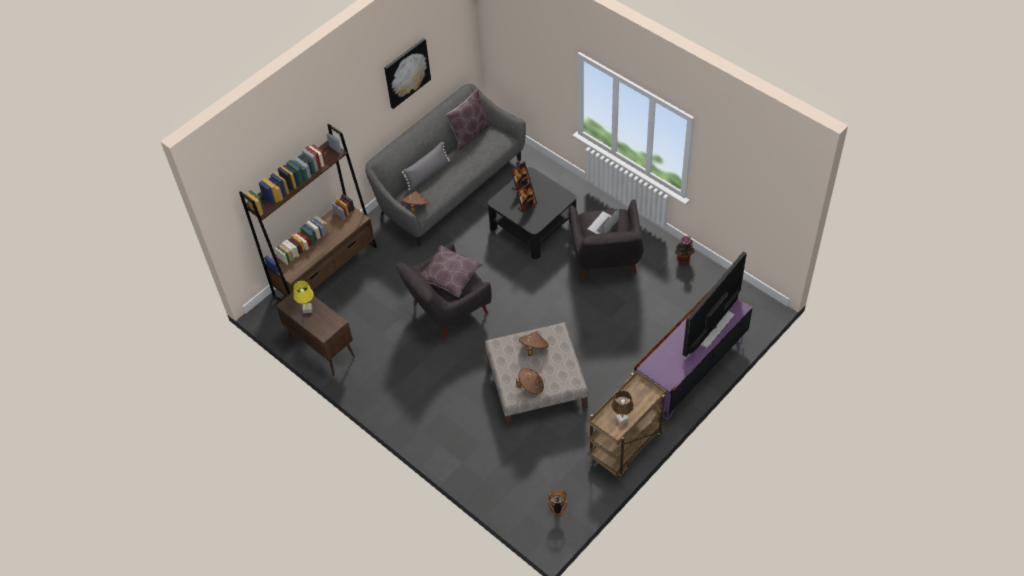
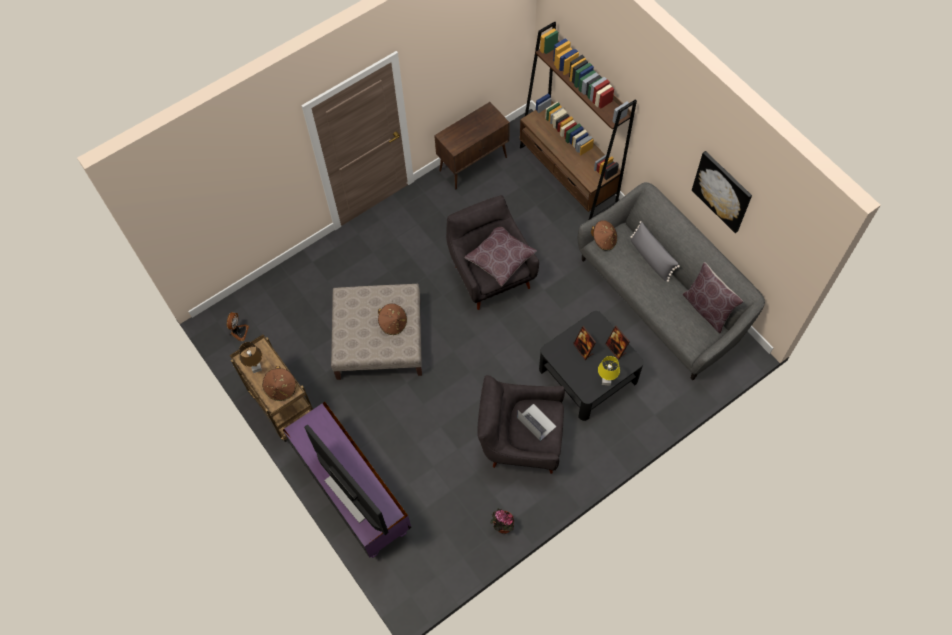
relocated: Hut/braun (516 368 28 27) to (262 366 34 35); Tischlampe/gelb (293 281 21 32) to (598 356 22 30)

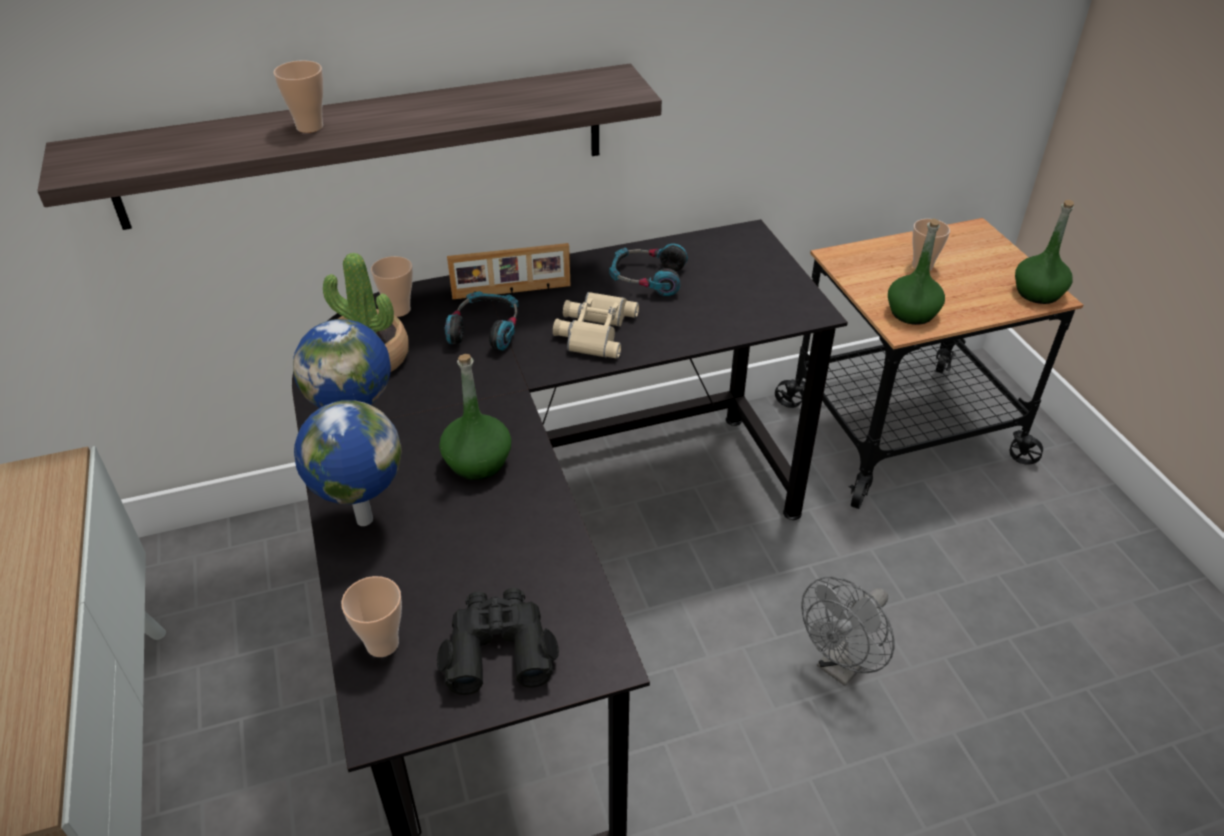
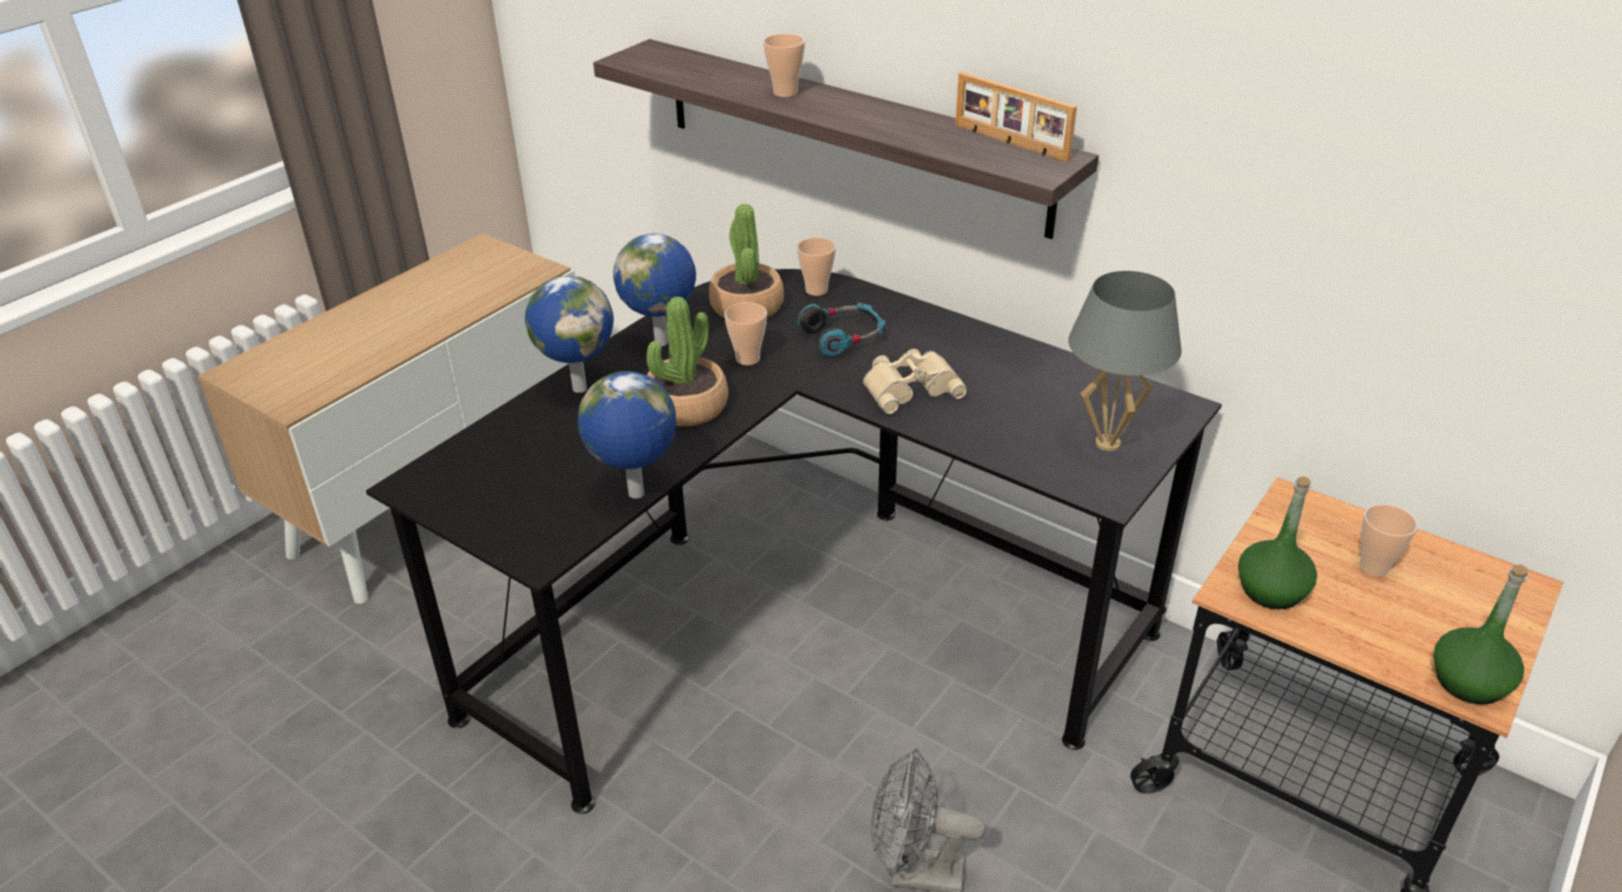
missing: Fernglas/schwarz (437 588 122 107); Kopfhörer (609 243 79 53)
appeared: Globus (578 371 98 128); Tischlampe/grau (1068 271 114 180)
relocated: Tasse (341 576 61 81) to (724 302 43 63); Bilderrahmen (447 243 123 56) to (955 72 122 90)
exchanged: Flasche/grün (439 354 72 126) to Topfpflanze (647 296 81 130)

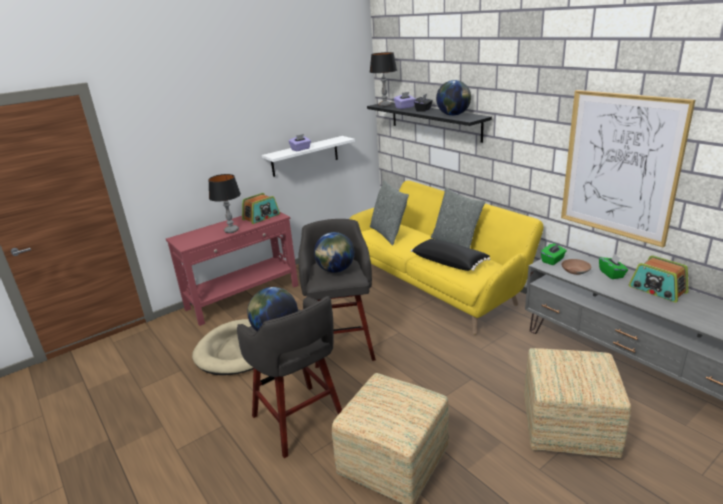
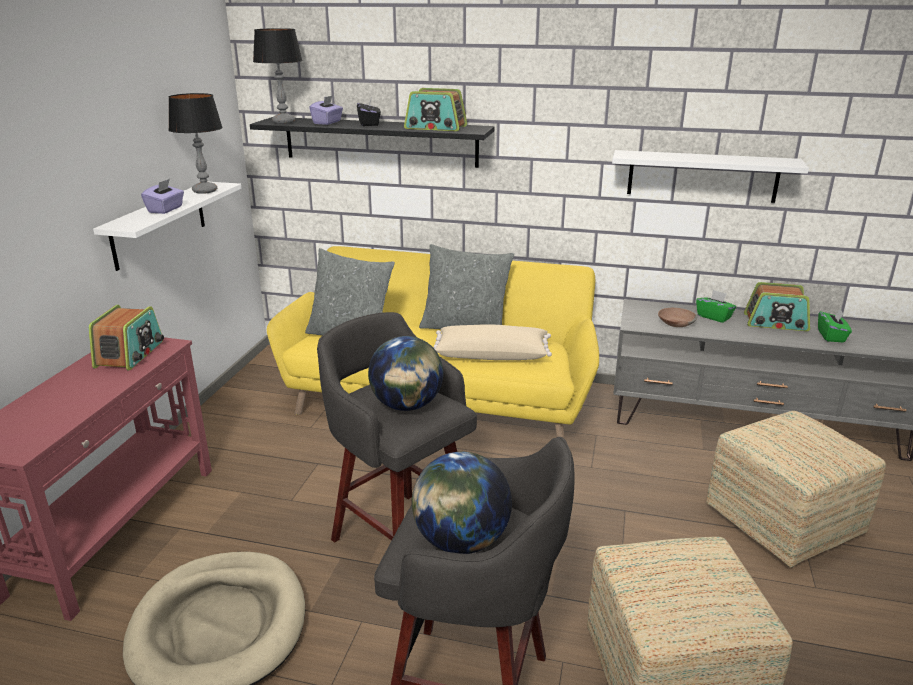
relocated: Tischlampe (208 174 33 59) to (168 93 55 101); Taschentuchbox/grün (541 243 26 22) to (818 309 34 33)
exchanged: Globus (436 80 35 36) to Radio (404 88 63 43); Bild (561 90 134 157) to Wandregal/weiß (612 150 197 53)
colour: Kissen/schwarz (411 239 79 32) to Kissen/beige (434 324 118 36)

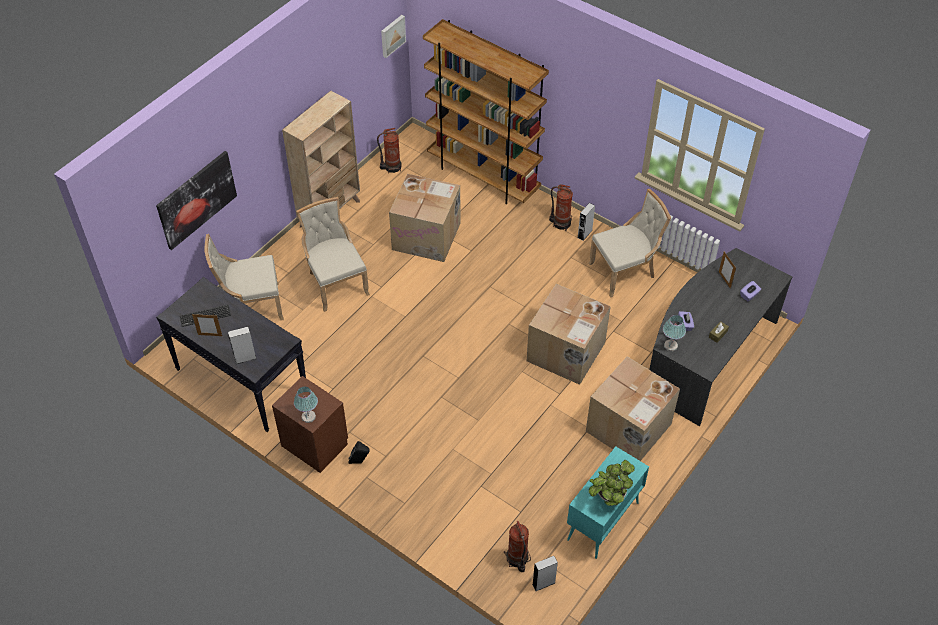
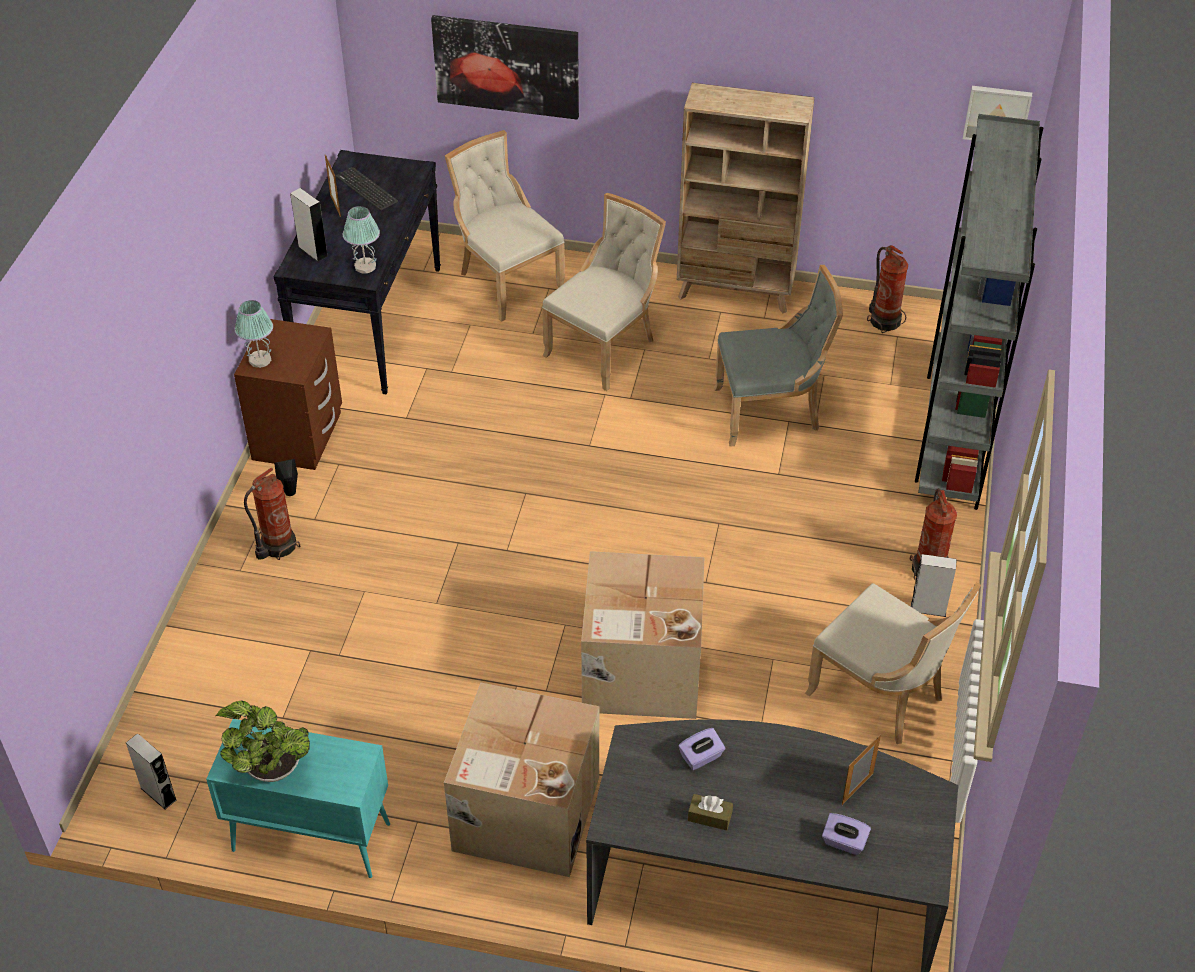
relocated: Feuerlöscher (504 521 27 51) to (244 468 56 92); Tischlampe (663 315 23 36) to (343 206 37 67)
exchanged: Karton (389 174 72 88) to Stuhl/grau (714 265 129 182)
colour: Bücherregal/braun (423 19 126 185) to Bücherregal/grau (915 114 128 396)

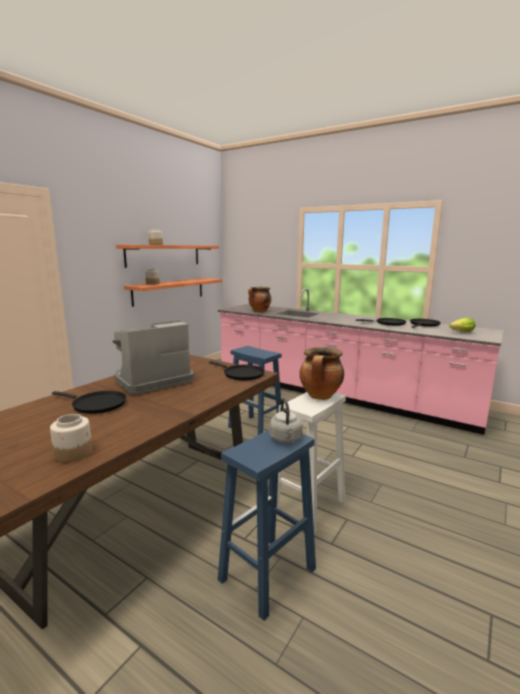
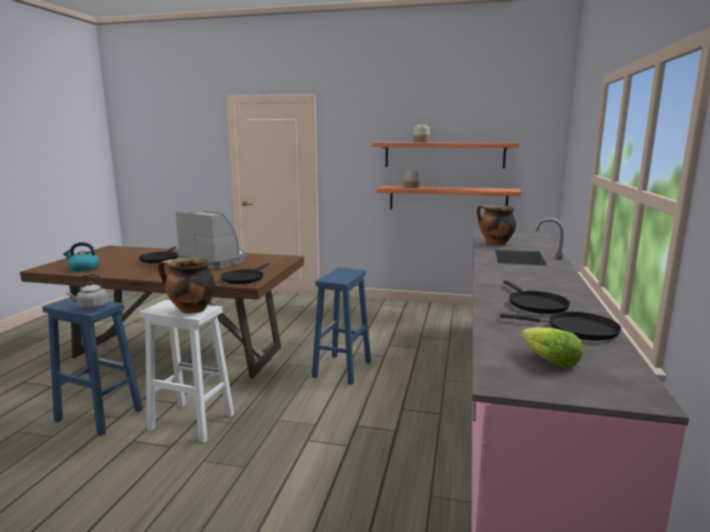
exchanged: Vorratsglas (50 414 42 48) to Wasserkessel (63 242 37 29)

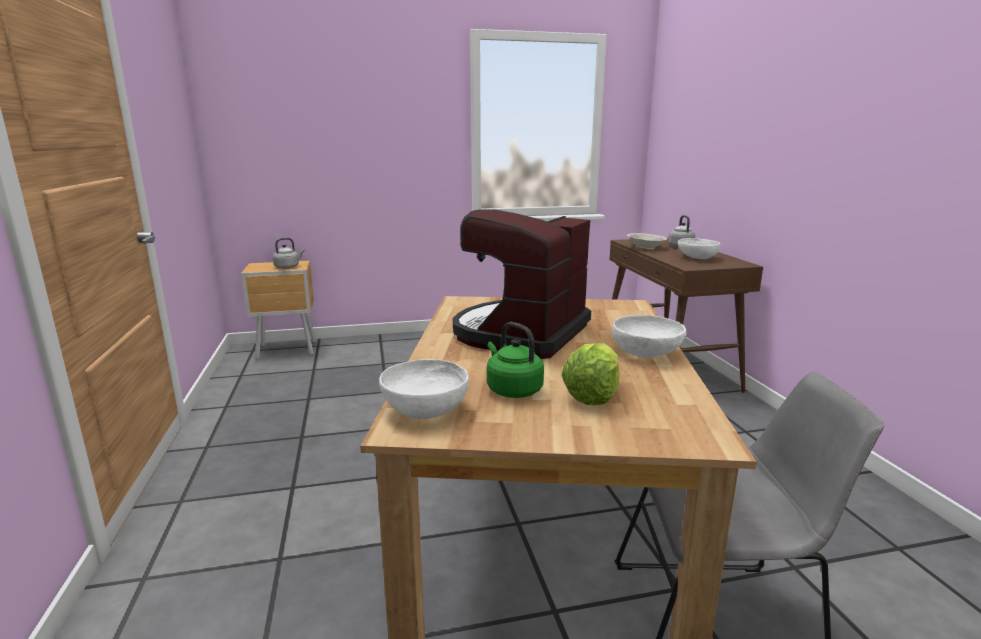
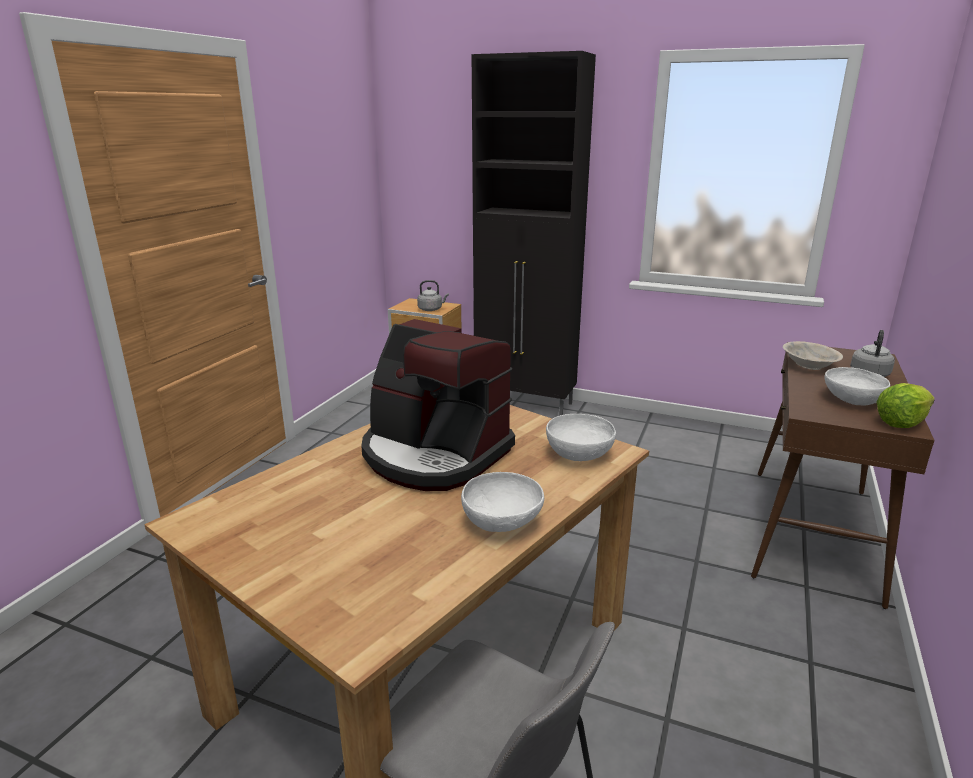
missing: Wasserkessel/grün (487 322 57 76)
appeared: Schrank/schwarz (472 51 124 365)
relocated: Schüssel/weiß (379 359 90 60) to (546 414 70 47); Salatkopf (561 343 58 62) to (877 383 58 45)
spun: Kaffeemaschine (453 209 138 150) = (361 319 154 172) 120 degrees counterclockwise

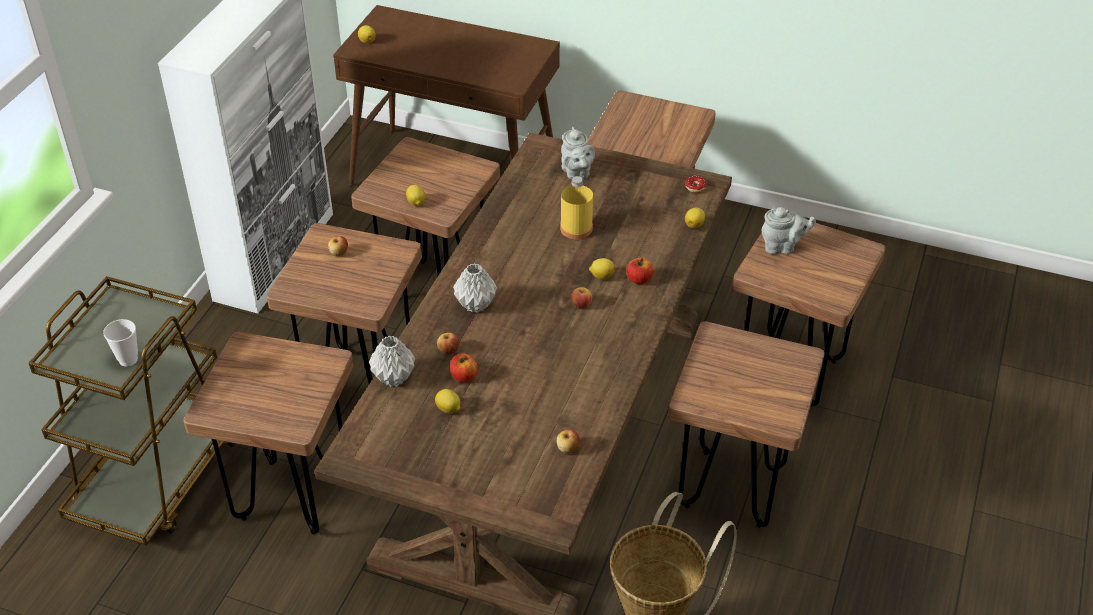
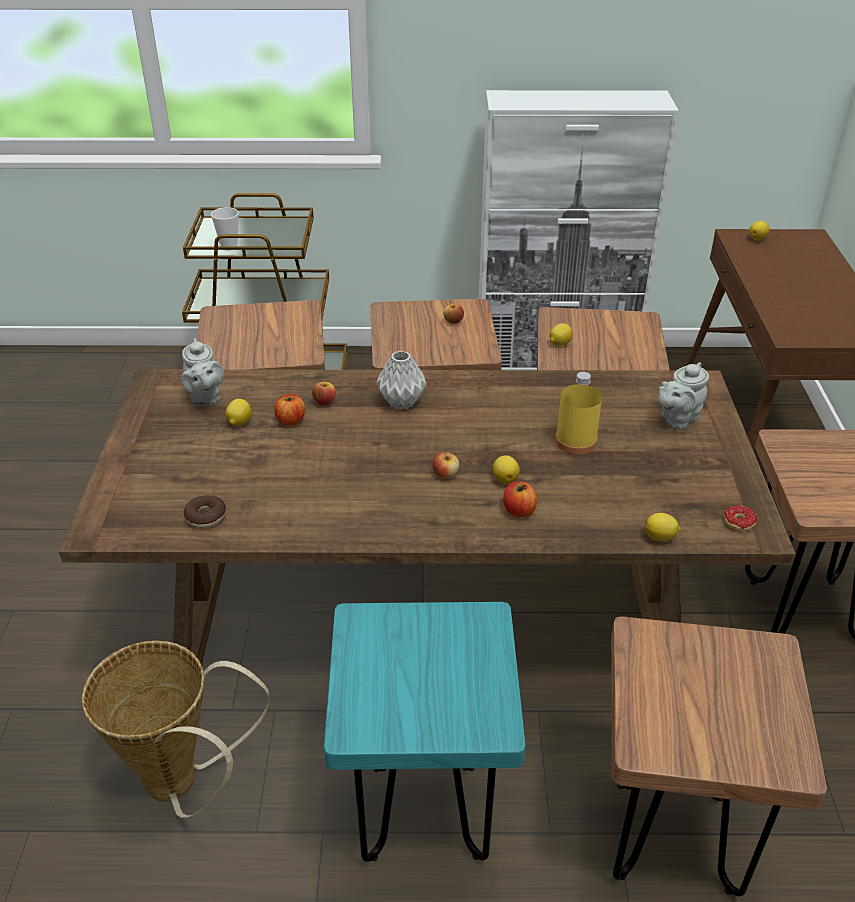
missing: Vase/grau (369 336 46 51)
relocated: Teekanne/grau (762 207 54 47) to (181 338 43 67)
exchanged: Apfel (556 429 24 24) to Donut (184 495 42 33)
colour: Hocker/braun (668 322 157 206) to Hocker/türkis (323 602 203 260)

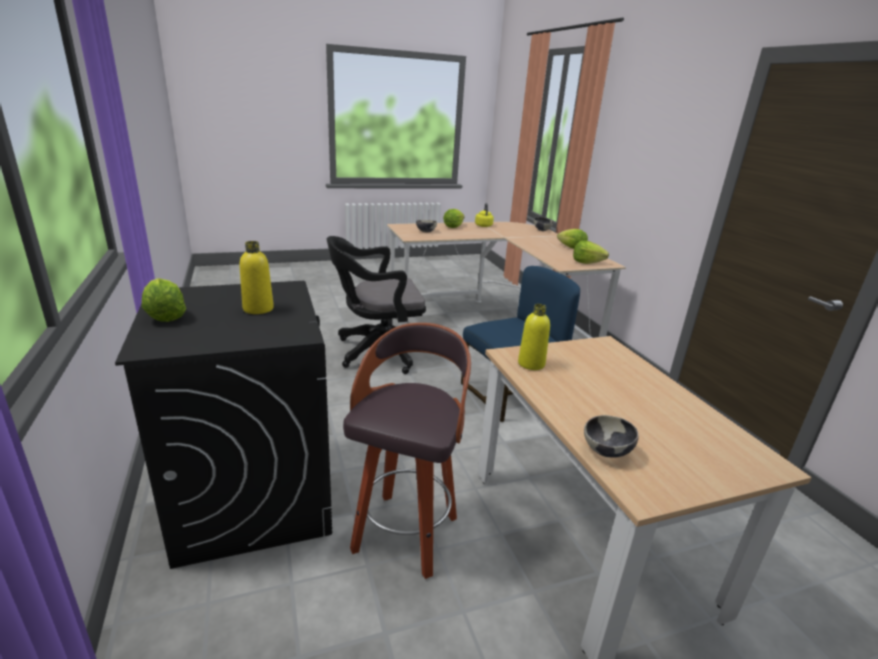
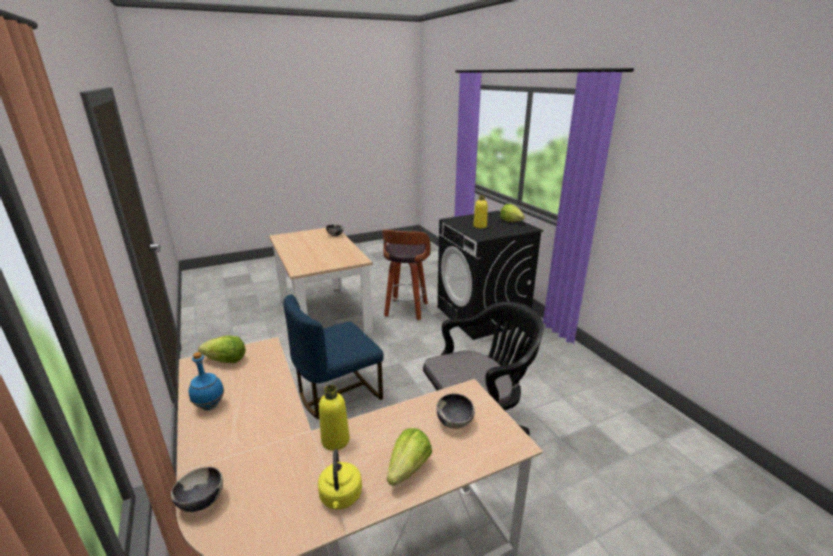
relocated: Flasche/gelb (518 304 32 66) to (319 385 31 66)
exchanged: Salatkopf (557 229 31 20) to Flasche/blau (188 352 36 58)

